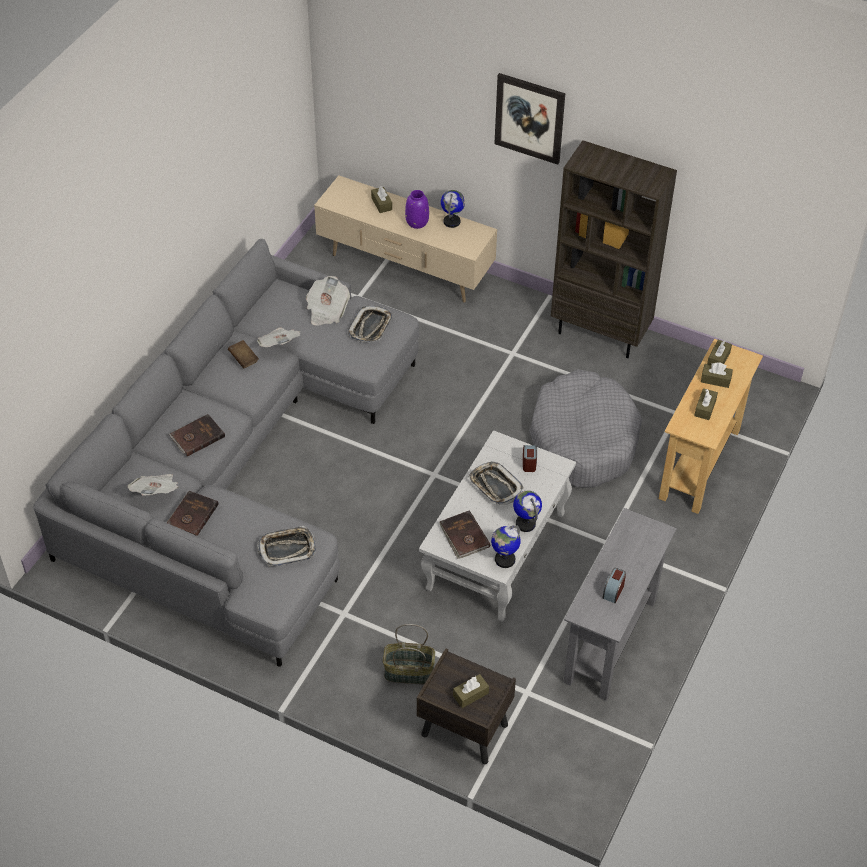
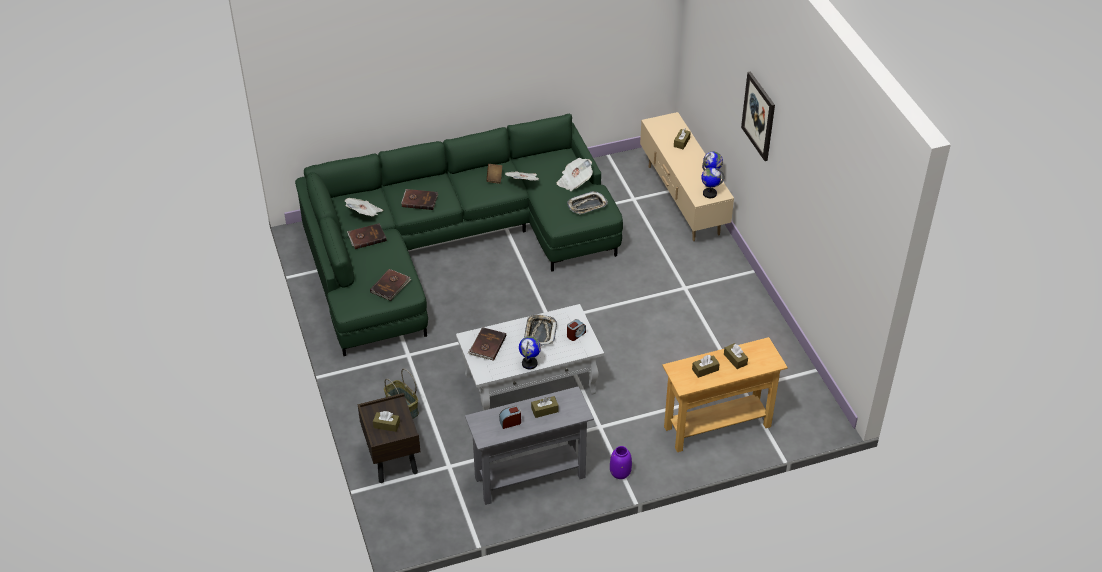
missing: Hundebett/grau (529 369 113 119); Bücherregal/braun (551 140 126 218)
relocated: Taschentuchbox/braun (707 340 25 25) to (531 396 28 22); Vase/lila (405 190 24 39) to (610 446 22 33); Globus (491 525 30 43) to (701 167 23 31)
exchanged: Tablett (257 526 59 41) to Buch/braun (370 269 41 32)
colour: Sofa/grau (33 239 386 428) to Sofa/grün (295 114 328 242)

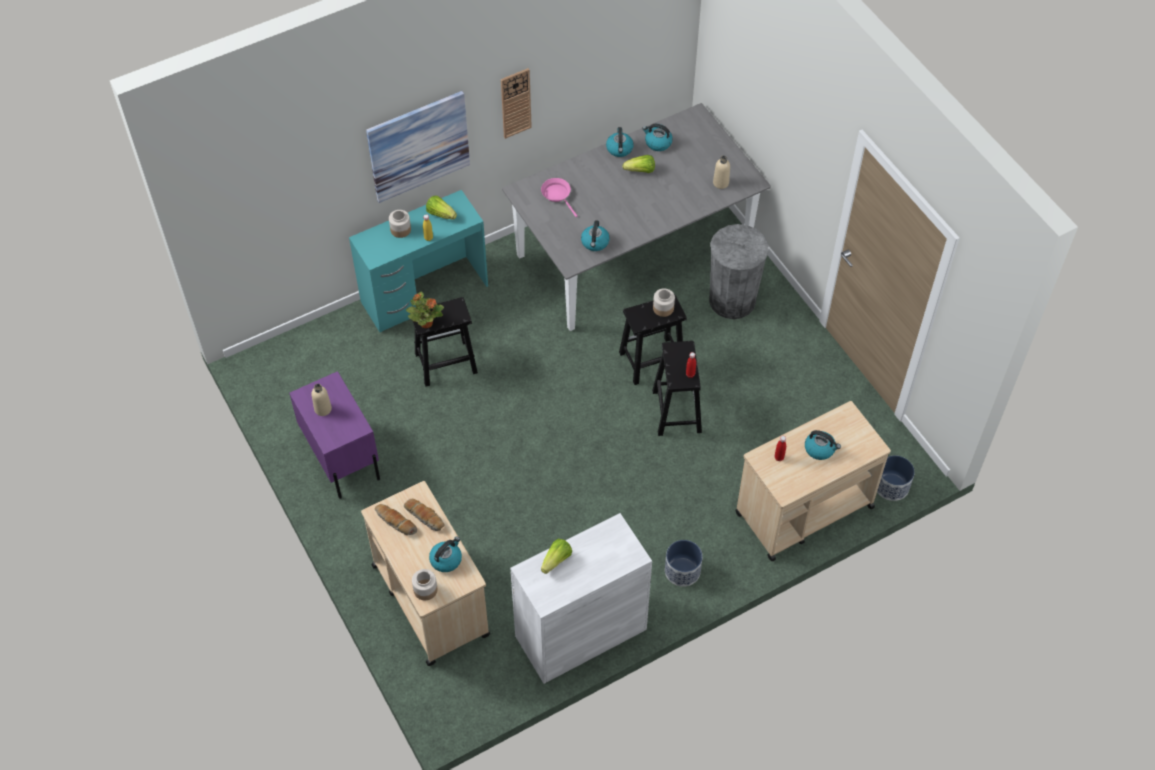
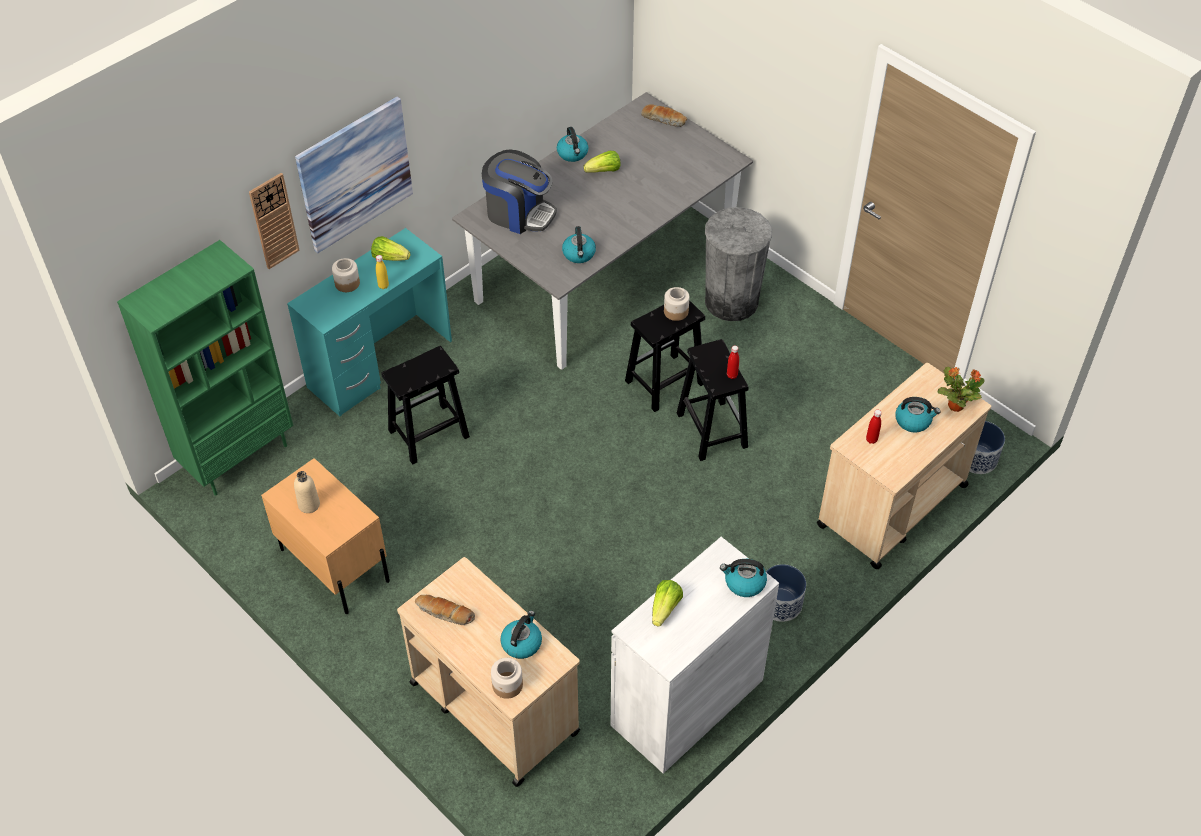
missing: Flasche/beige (713 155 17 34)
appeared: Bücherregal/grün (117 240 176 255)
relocated: Wanduhr (501 68 31 71) to (249 173 51 96); Brot (404 499 41 32) to (641 104 46 23); Wasserkessel (642 124 31 27) to (720 559 47 38); Topfpflanze (406 292 38 36) to (937 367 48 45)
exchanged: Pfanne/rosa (541 178 36 39) to Kaffeemaschine (482 149 75 85)
colour: Nachttisch/lila (289 371 91 128) to Nachttisch/beige (261 458 129 156)

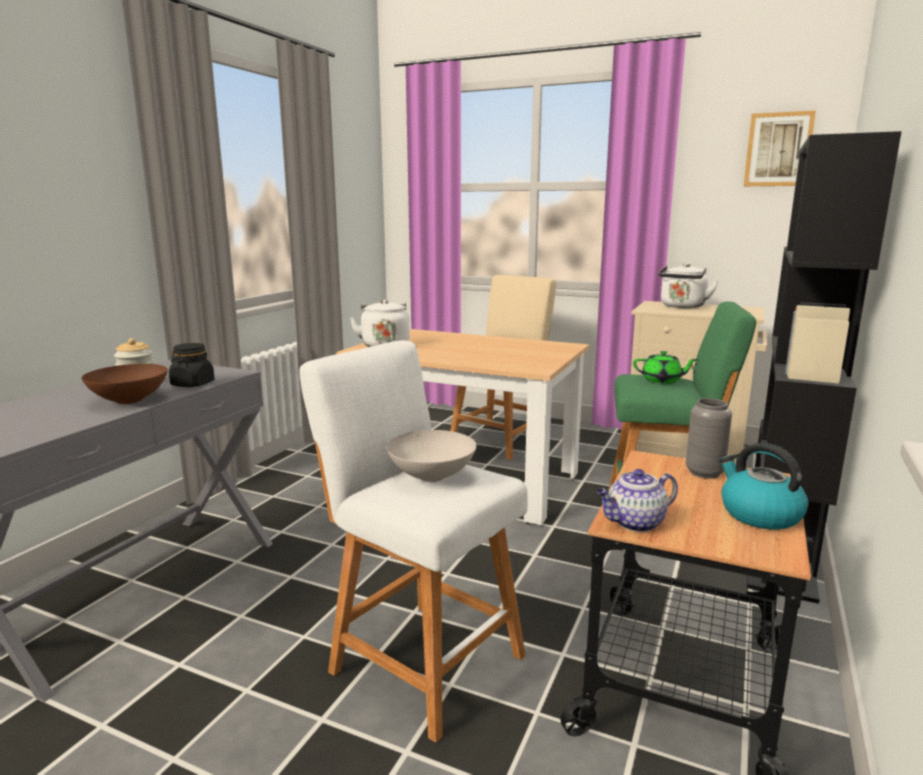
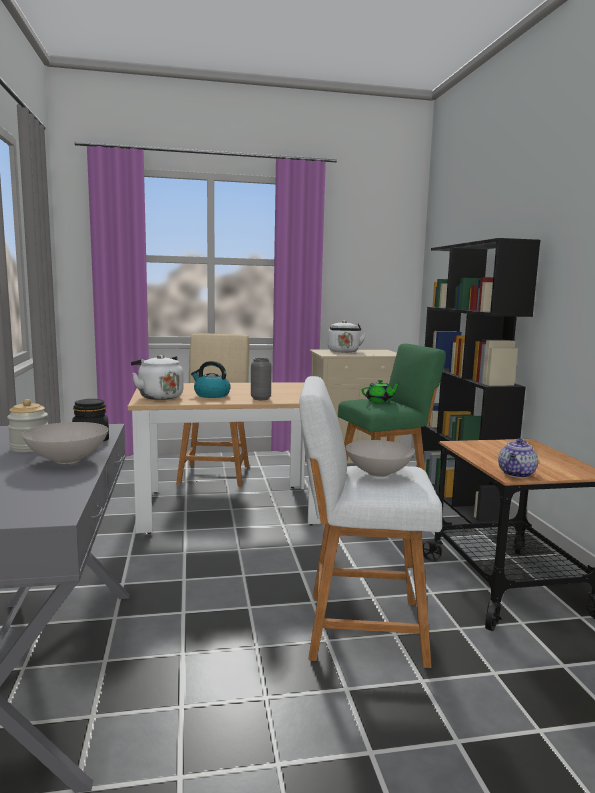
missing: Bild (744 110 72 76)
relocated: Wasserkessel (719 443 89 87) to (191 361 40 37); Vase/grau (686 398 46 81) to (251 358 21 42)
colour: Schüssel/braun (82 364 86 40) to Schüssel/weiß (22 422 86 42)

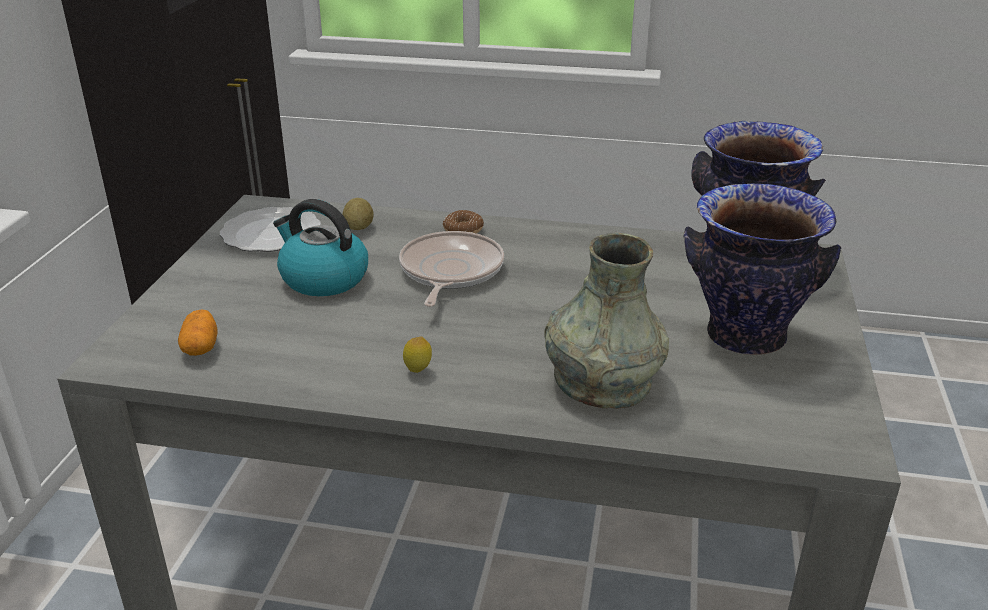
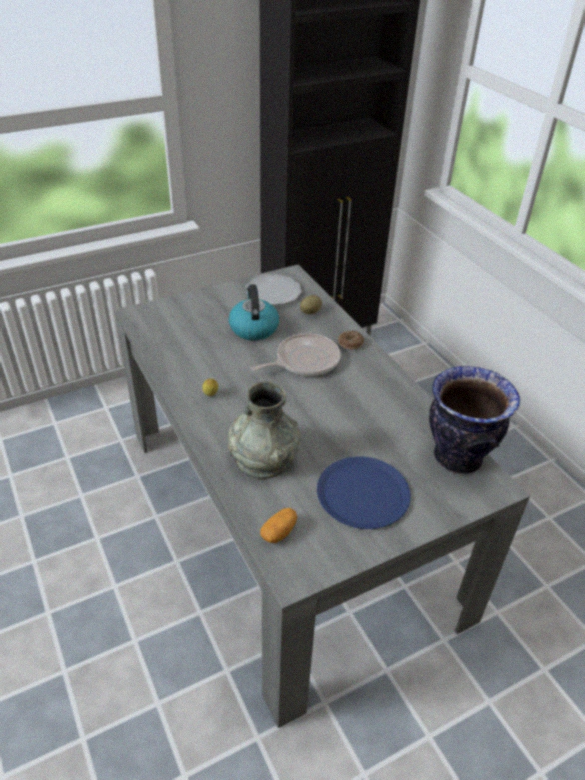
relocated: Kartoffel (178 310 40 46) to (260 508 37 35)
exchanged: Vase (684 183 157 172) to Teller/blau (317 456 94 73)

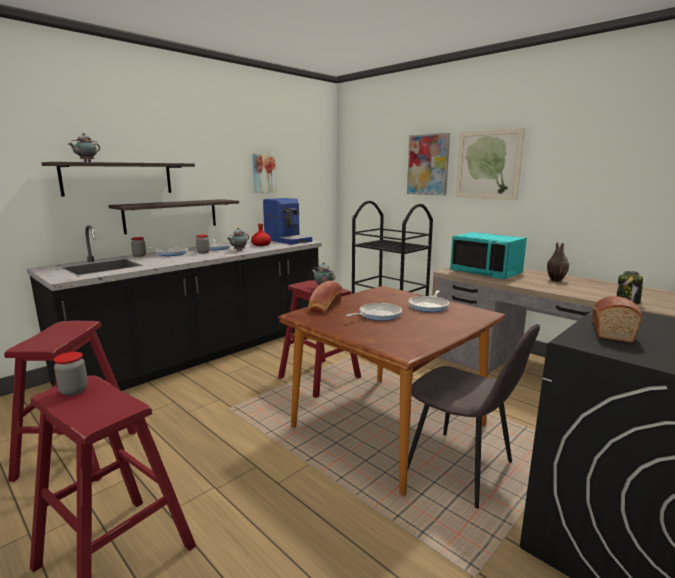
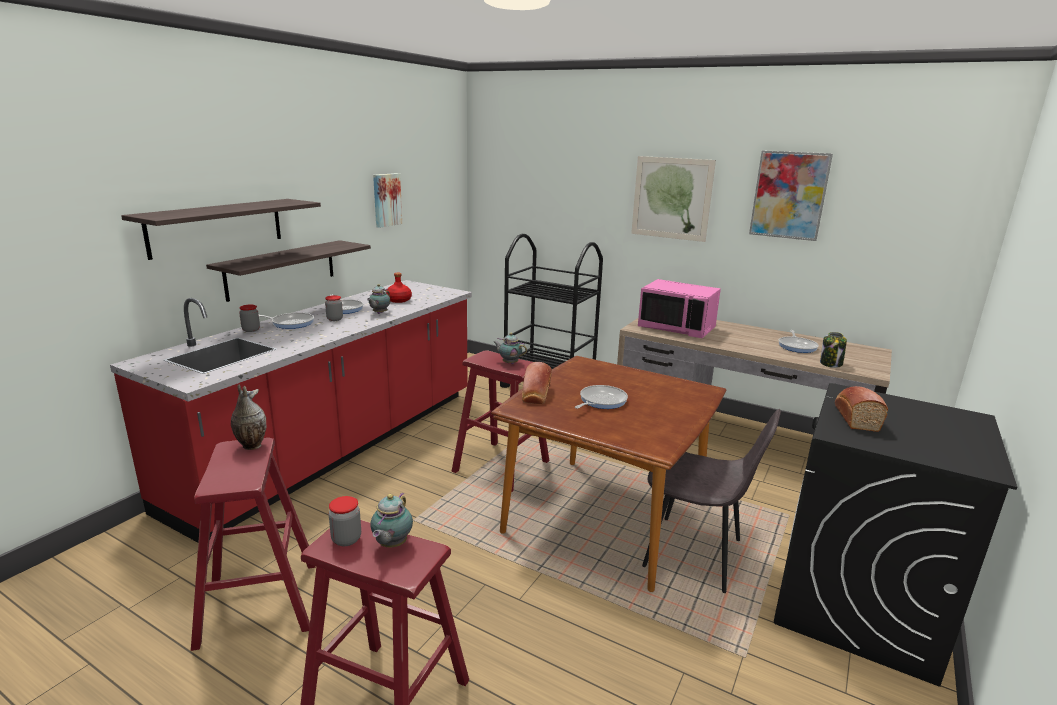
missing: Kaffeemaschine (263 198 49 47)
relocated: Vase (547 242 22 40) to (231 384 36 66); Teekanne (68 133 32 29) to (370 493 43 54); Bild (407 133 43 62) to (749 151 84 90); Pfanne (408 290 41 22) to (779 330 40 23)
colour: Küchenzeile/schwarz (27 225 295 166) to Küchenzeile/rot (110 280 362 263); Mikrowelle/türkis (450 232 77 47) to Mikrowelle/rosa (638 279 83 59)

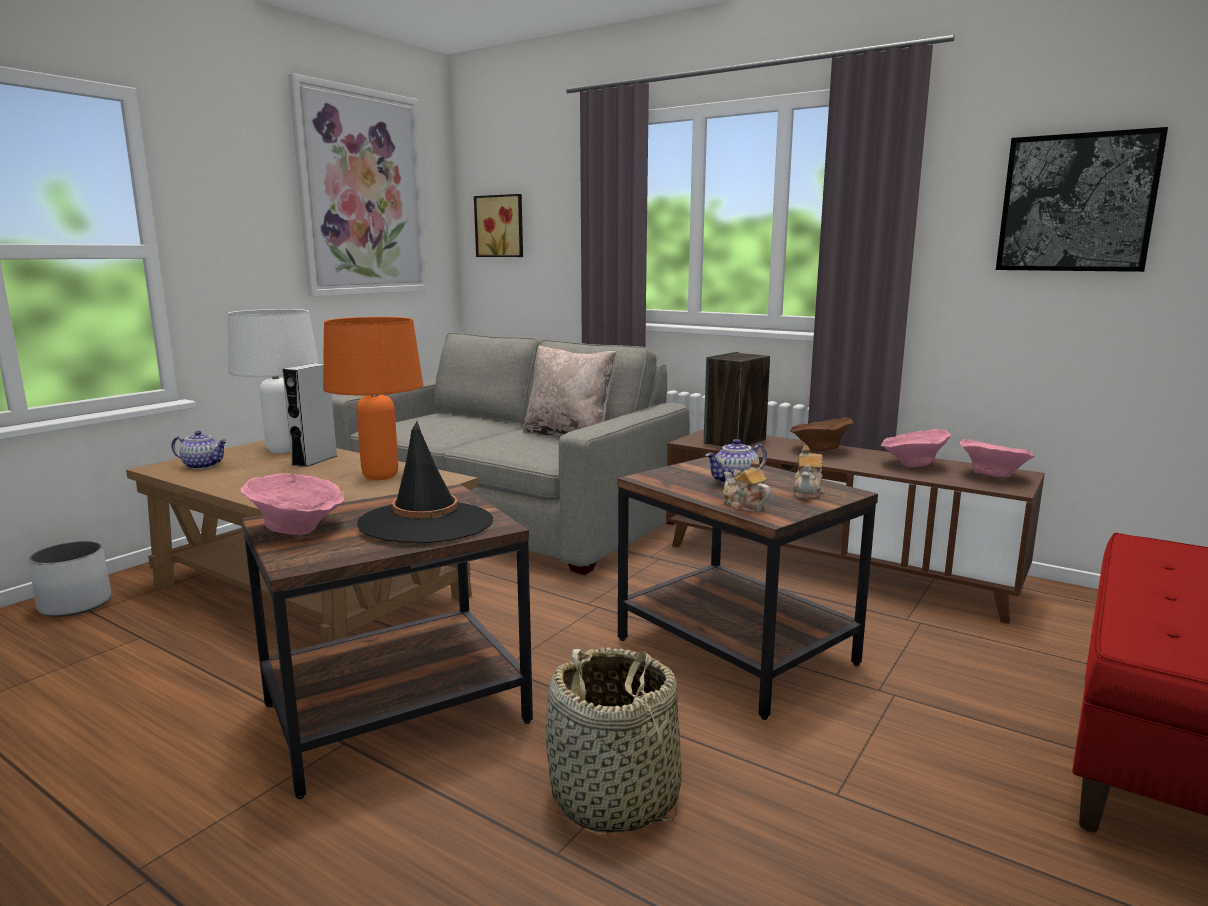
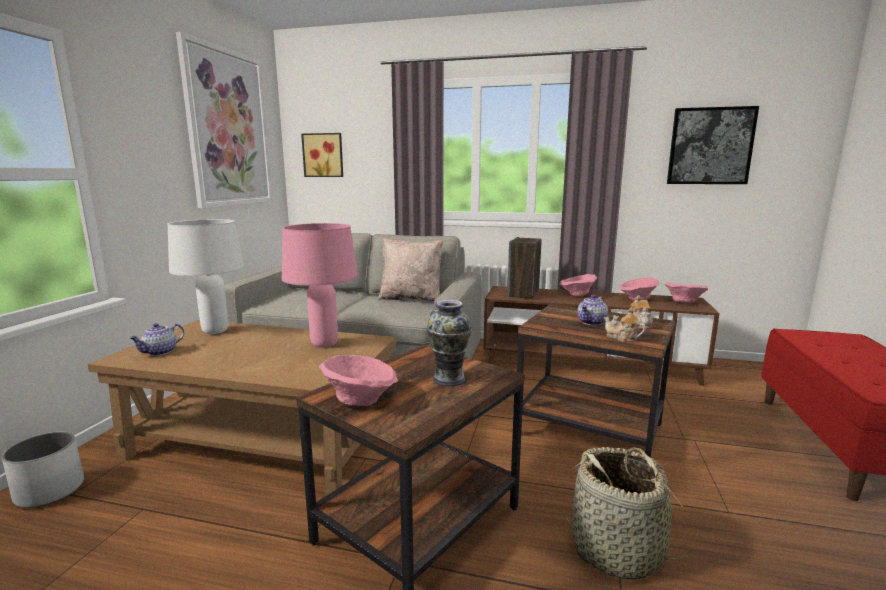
missing: Lautsprecher/grau (282 363 55 104)
exchanged: Hut/schwarz (357 421 136 122) to Vase (427 300 45 86)
colour: Tischlampe/orange (323 317 100 163) to Tischlampe/rosa (282 223 76 125); Schüssel/braun (790 418 64 34) to Schüssel/rosa (559 274 38 22)
spun: Teekanne (171 431 57 38) = (129 323 55 33) 135 degrees clockwise

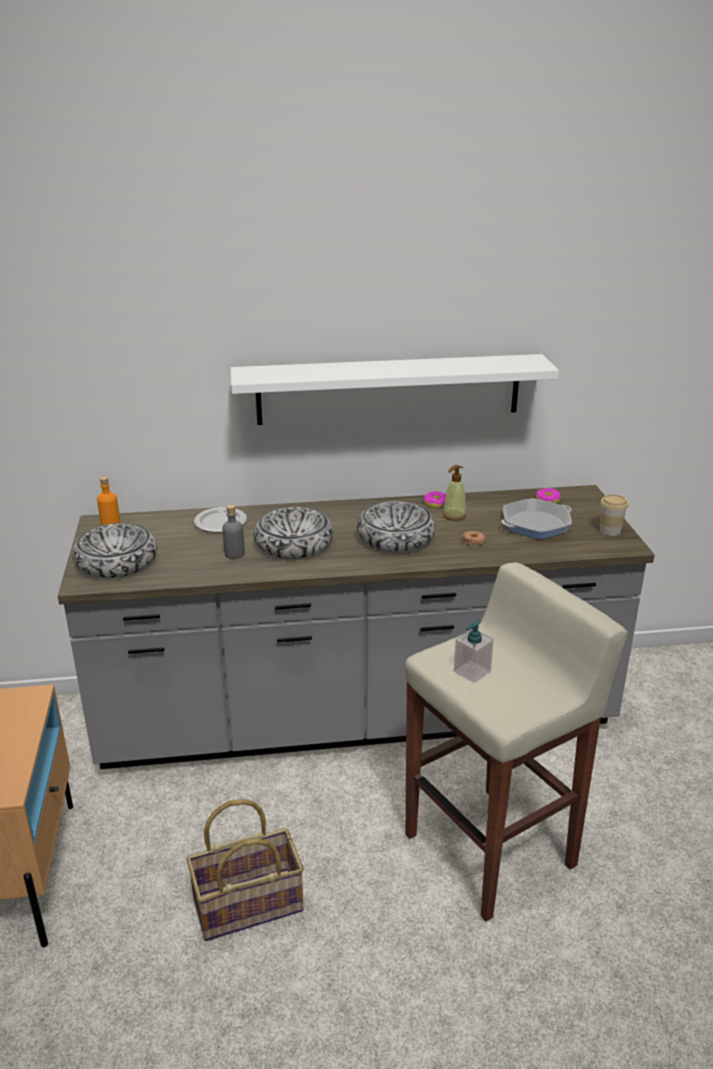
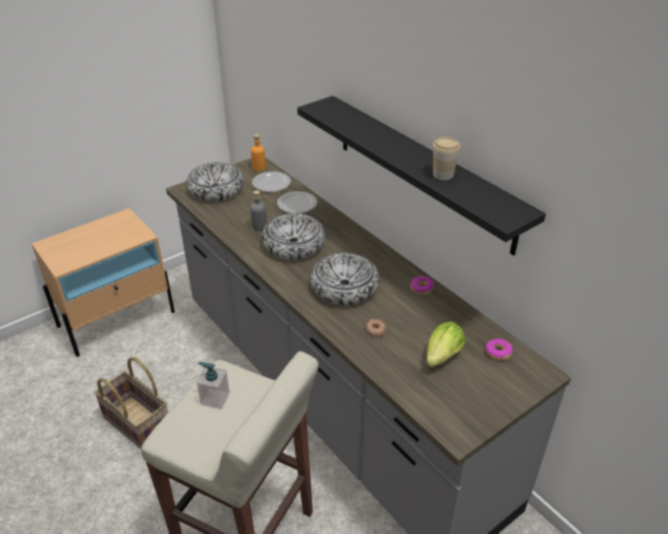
missing: Seifenspender (443 465 23 56)
appeared: Teller (252 171 39 21)
relocated: Tasse (600 494 29 42) to (432 137 29 43)
exchanged: Pfanne (501 498 71 41) to Salatkopf (426 322 39 45)
colour: Wandregal/weiß (231 354 328 71) to Wandregal/schwarz (297 96 249 160)

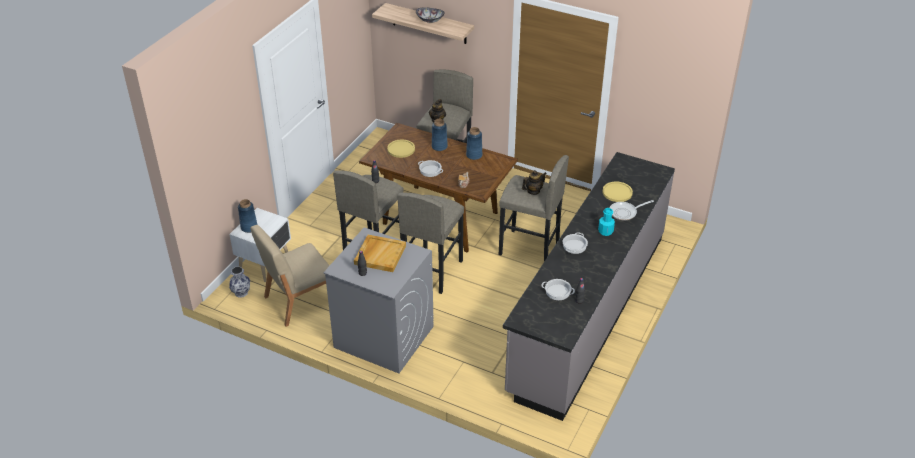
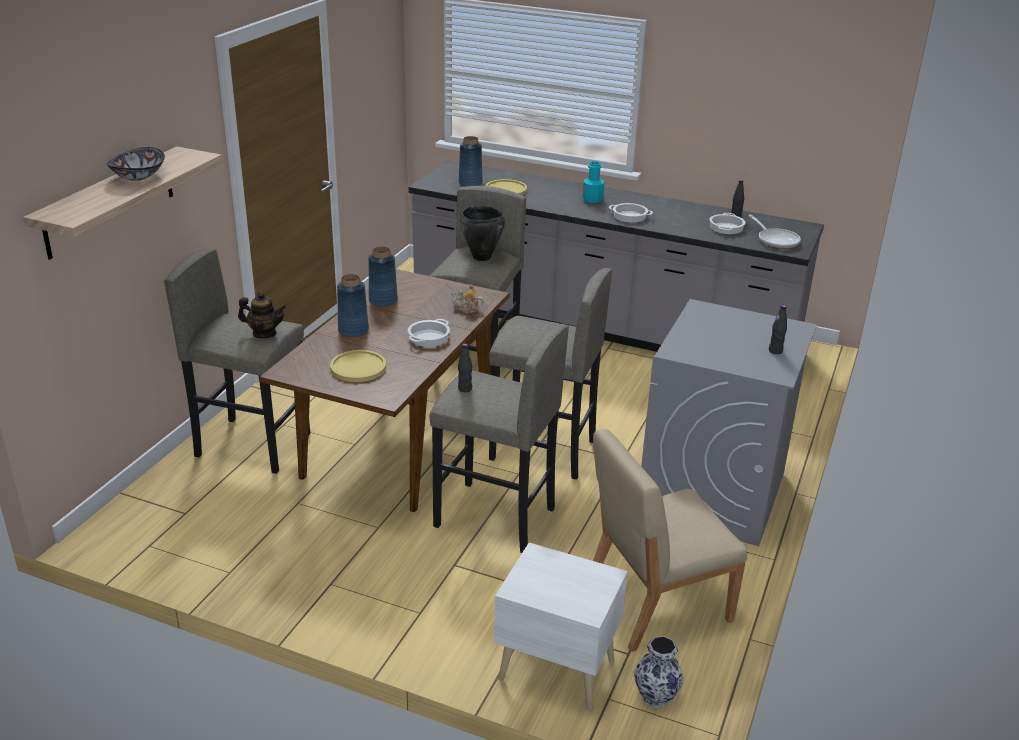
missing: Tablett/beige (354 235 52 37)
relocated: Vase/blau (238 199 19 34) to (458 136 25 51); Pfanne (610 200 44 20) to (748 215 53 34)
exchanged: Teekanne (522 170 25 25) to Kochtopf/schwarz (460 206 45 55)
spun: Stuhl/beige (250 225 80 102) = (593 429 154 223) 105 degrees clockwise

